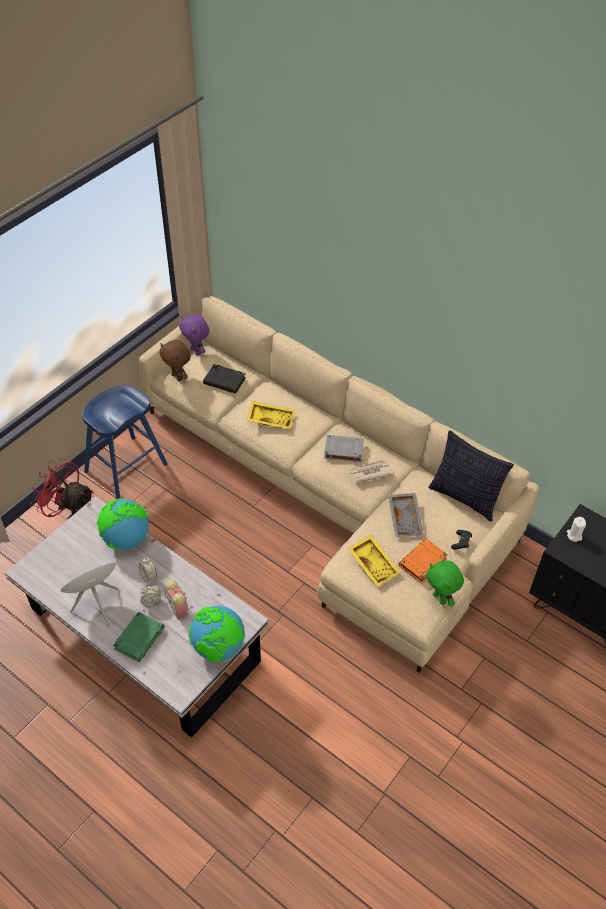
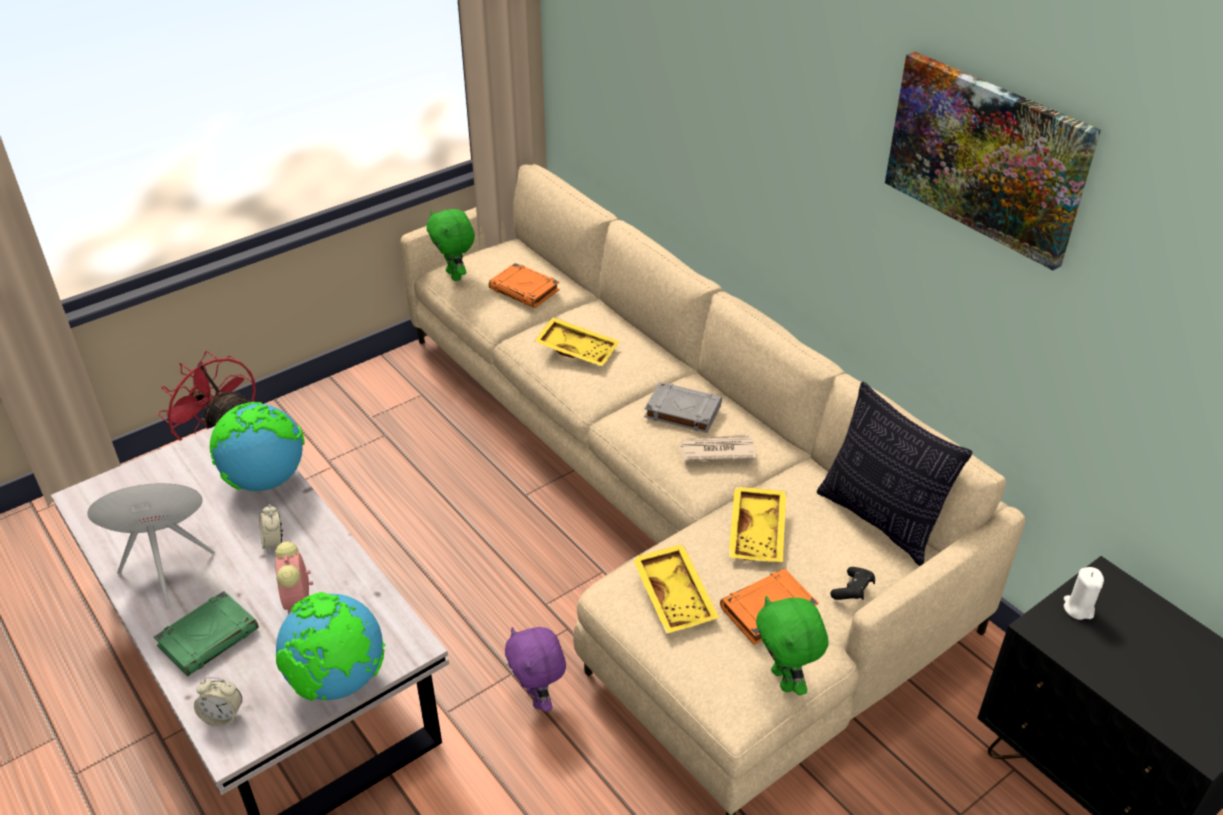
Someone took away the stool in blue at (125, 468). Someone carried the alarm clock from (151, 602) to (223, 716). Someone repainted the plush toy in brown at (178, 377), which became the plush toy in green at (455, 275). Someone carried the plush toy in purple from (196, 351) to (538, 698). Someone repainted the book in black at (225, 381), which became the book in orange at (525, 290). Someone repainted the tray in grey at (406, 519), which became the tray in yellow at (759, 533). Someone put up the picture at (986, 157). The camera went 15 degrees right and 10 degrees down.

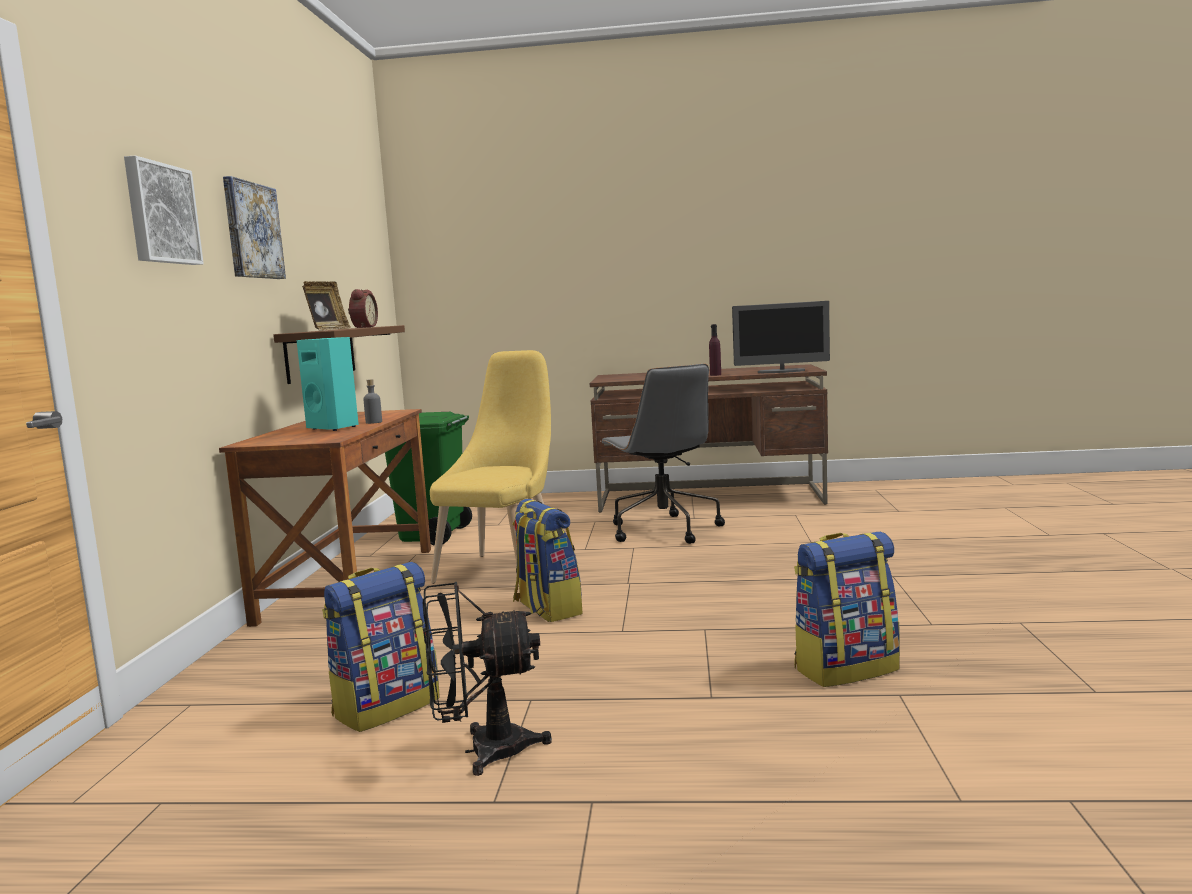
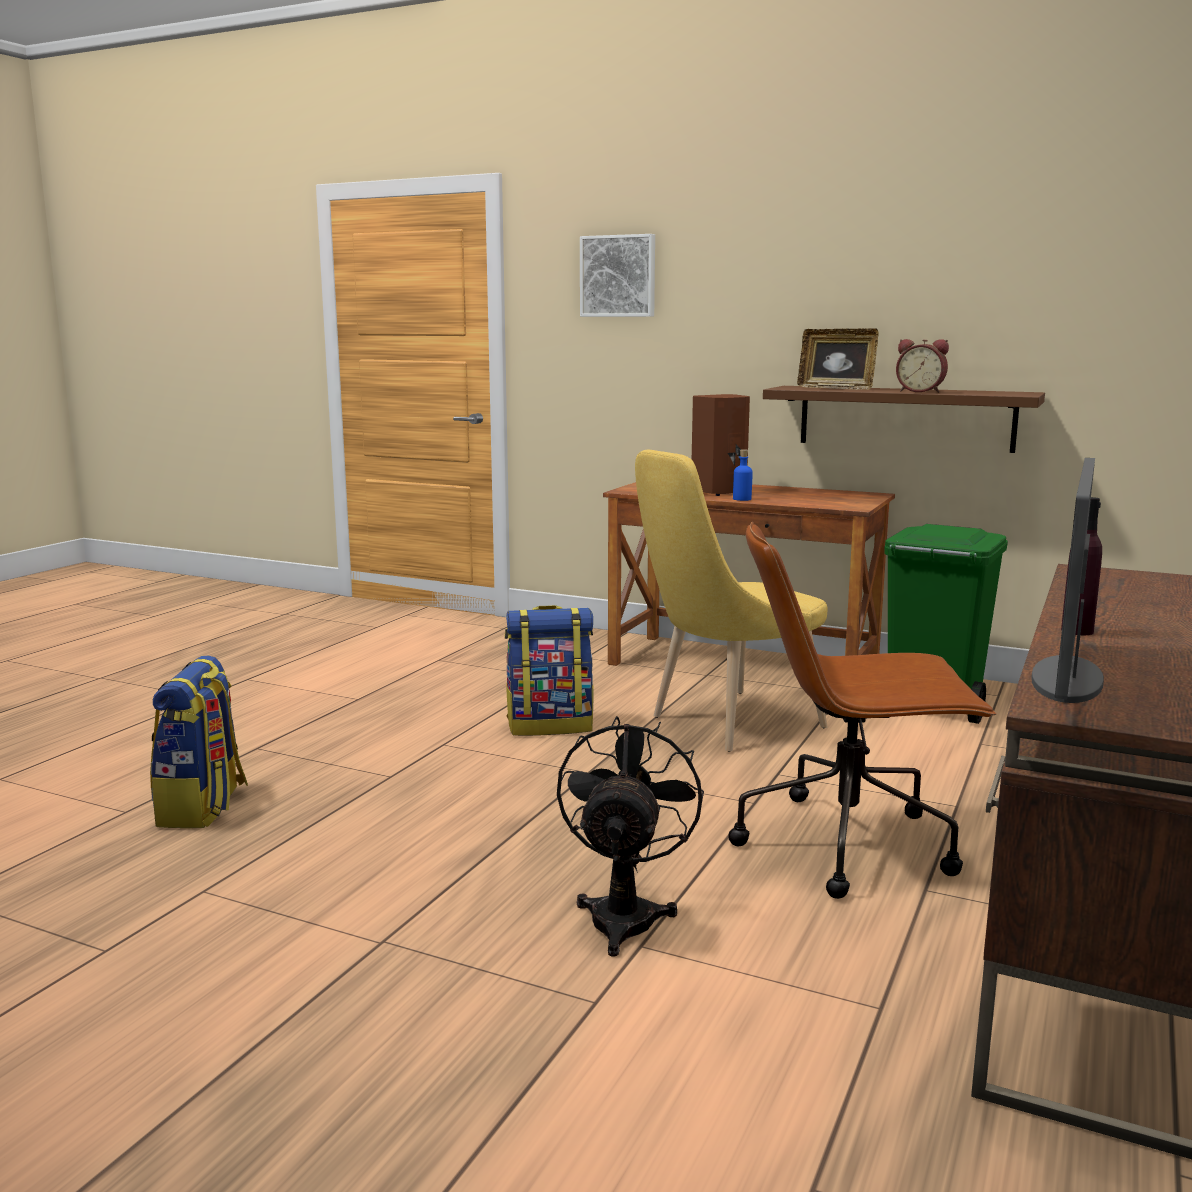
Someone took away the picture at (252, 231). Someone repainted the speaker in turquoise at (335, 428), which became the speaker in brown at (720, 492). Someone took away the backpack at (386, 707). Someone repainted the bottle in grey at (374, 422), which became the bottle in blue at (742, 499). Someone carried the fan in black from (483, 751) to (625, 914). Someone rotated the chair in yellow at (503, 568) by 105 degrees clockwise. Someone repainted the office chair in grey at (663, 530), which became the office chair in brown at (849, 843). The camera went 110 degrees right and 5 degrees up.

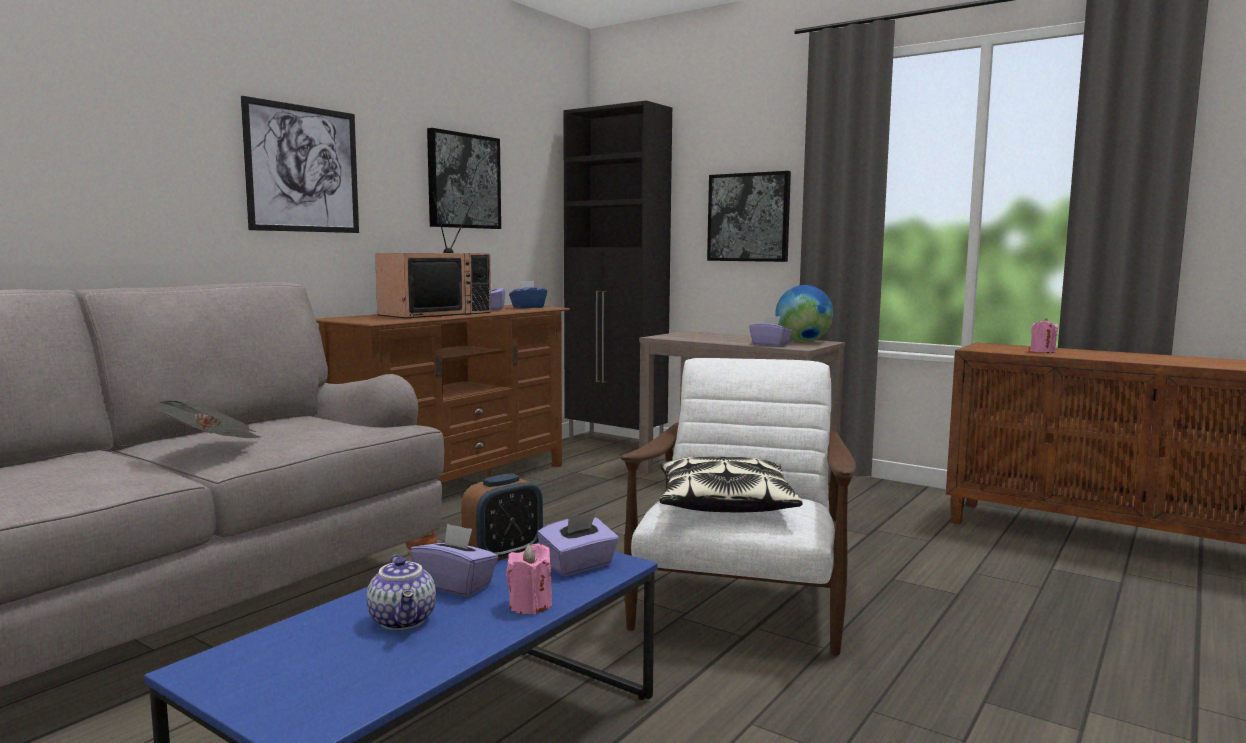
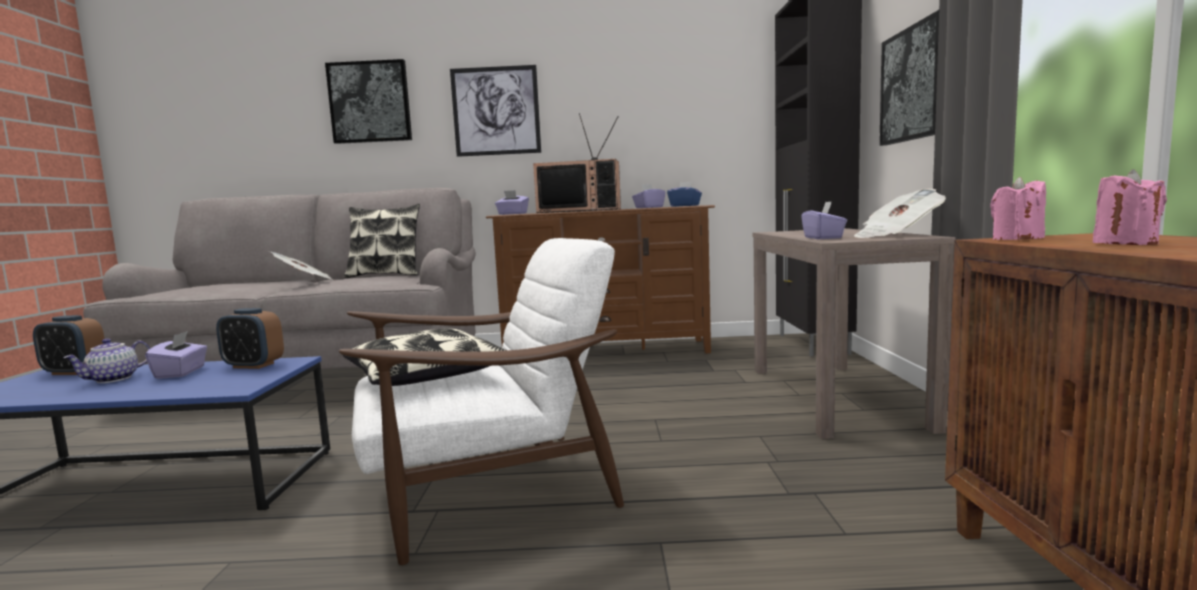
Someone carried the picture from (463, 181) to (370, 102). Someone carried the candle in pink from (530, 605) to (1017, 239). Someone carried the tissue box in purple from (578, 566) to (512, 214). Someone swapped the globe at (803, 341) for the newspaper at (896, 236). Someone put down the alarm clock at (74, 372). Someone put down the pillow at (385, 275). The camera went 55 degrees right and 0 degrees up.

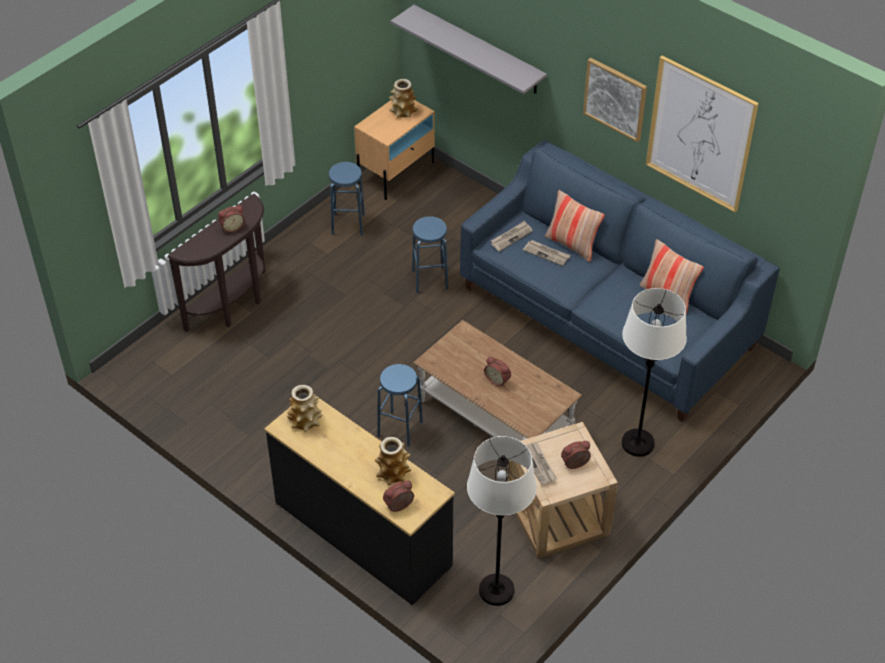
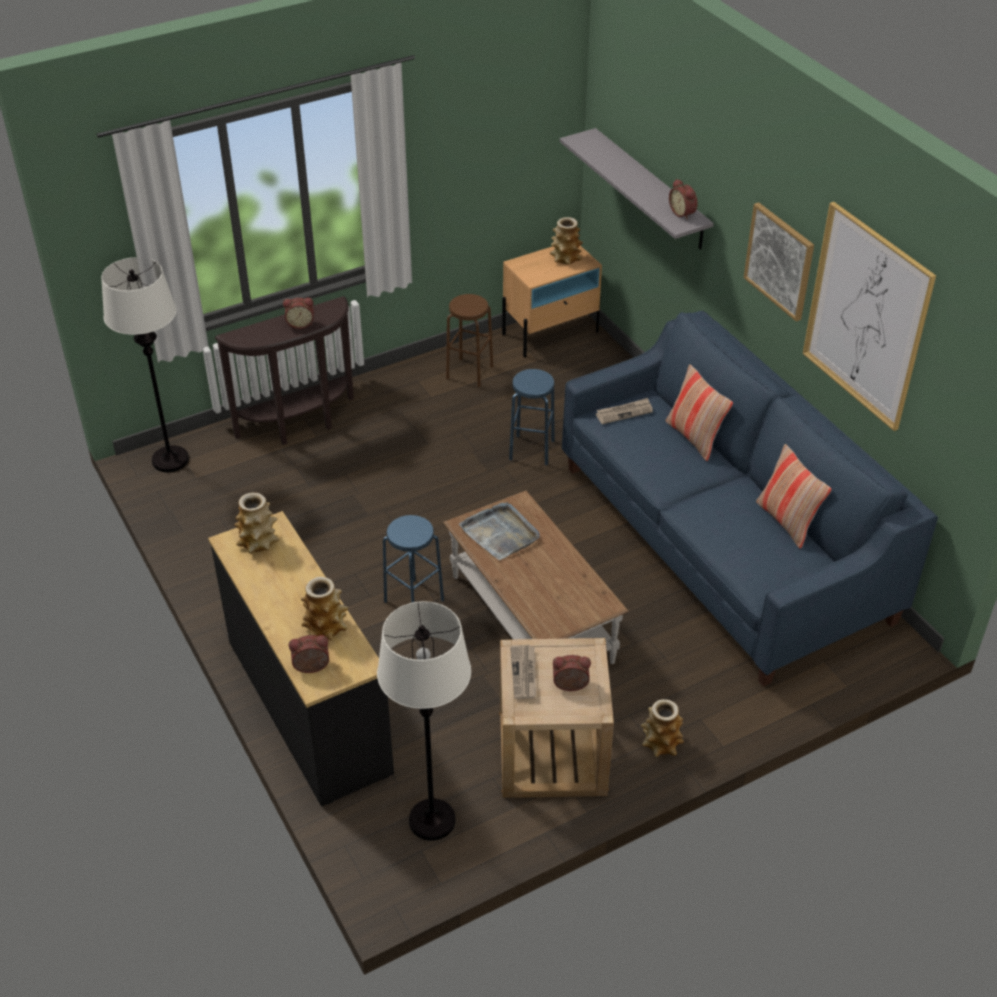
Someone repainted the stool in blue at (348, 224), which became the stool in brown at (469, 372). Someone carried the alarm clock from (498, 379) to (683, 213). Someone took away the newspaper at (546, 253). Someone carried the floor lamp in white from (638, 443) to (170, 460). Someone put down the tray in grey at (500, 533). Someone put down the vase at (661, 743). The camera went 20 degrees right and 5 degrees down.

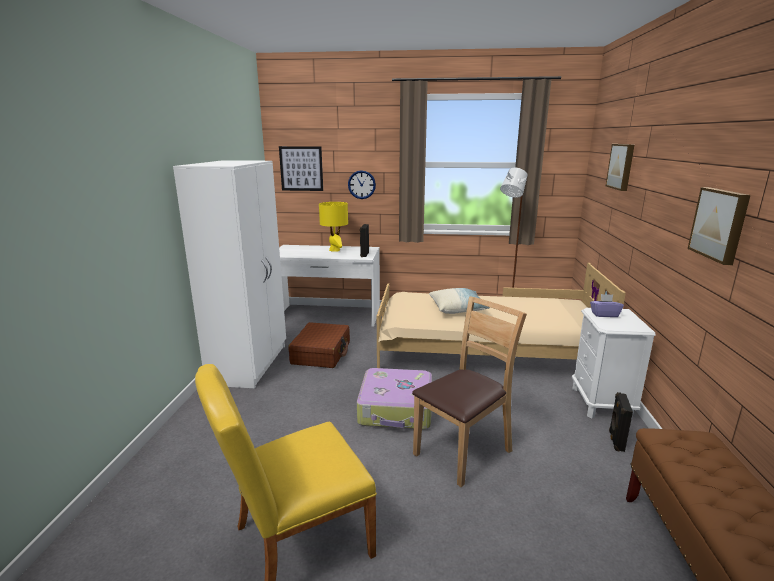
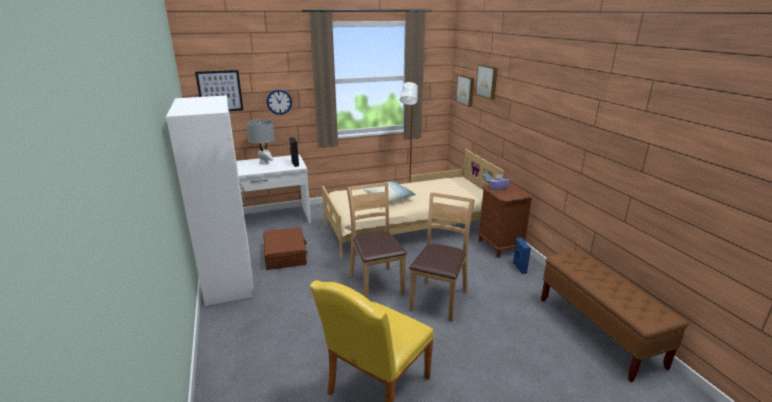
Someone repainted the table lamp in yellow at (335, 250), which became the table lamp in grey at (264, 163). Someone swapped the suitcase at (396, 409) for the chair in brown at (376, 283). Someone repainted the nightstand in white at (601, 403), which became the nightstand in brown at (499, 246). Someone repainted the speaker in black at (615, 441), which became the speaker in blue at (519, 268). Someone carried the picture from (720, 224) to (466, 90). The camera went 25 degrees left and 5 degrees up.

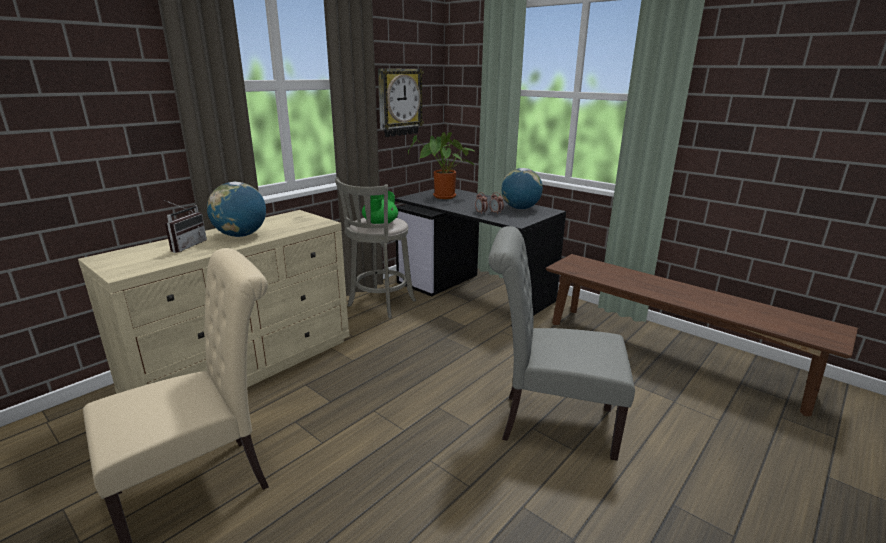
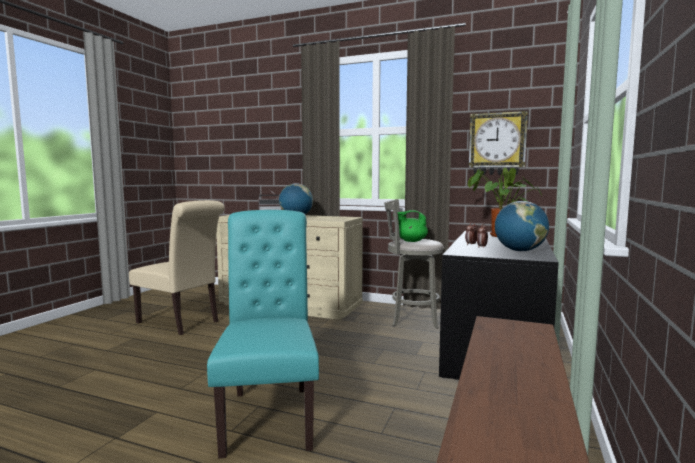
Someone repainted the chair in grey at (549, 423), which became the chair in turquoise at (269, 414). The camera went 70 degrees right and 15 degrees down.

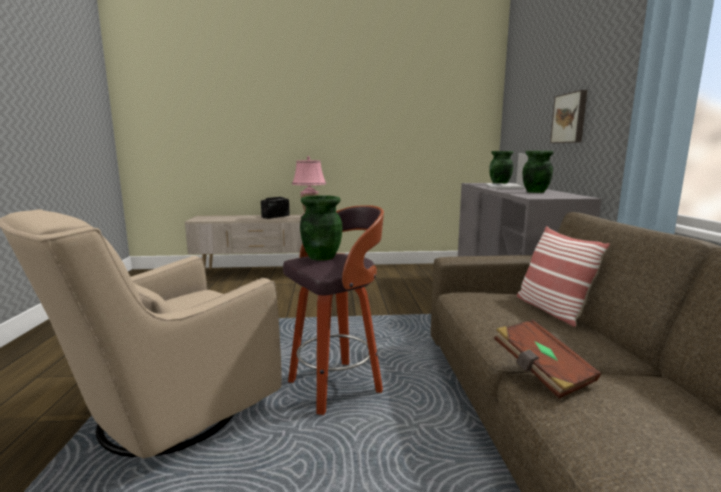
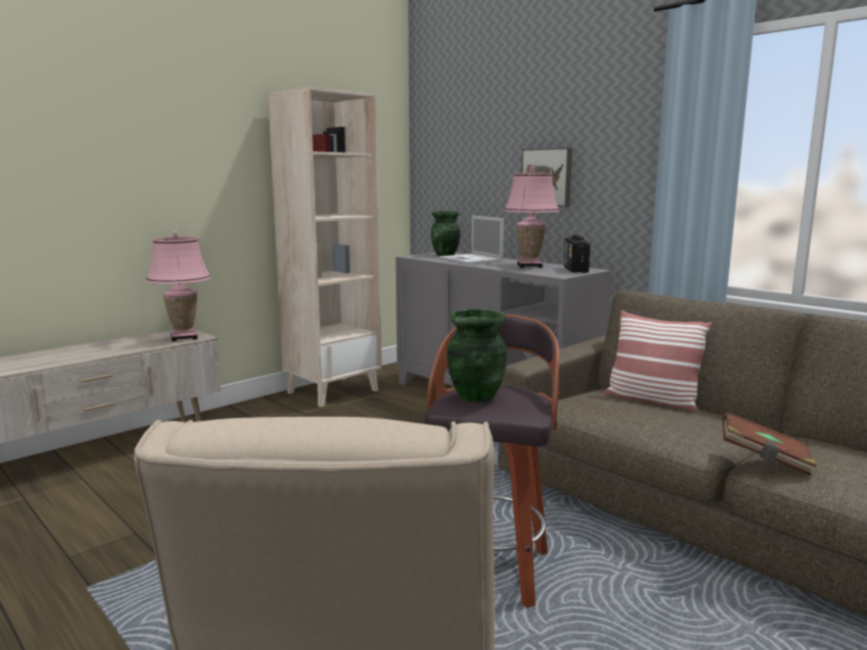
Someone carried the radio from (275, 217) to (575, 269). Someone swapped the vase in green at (535, 192) for the table lamp in pink at (529, 266). Someone put down the bookcase in beige at (333, 391). The camera went 40 degrees left and 0 degrees up.

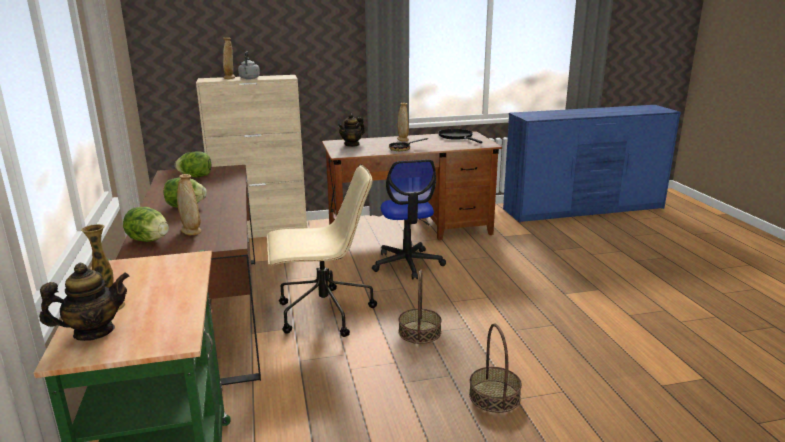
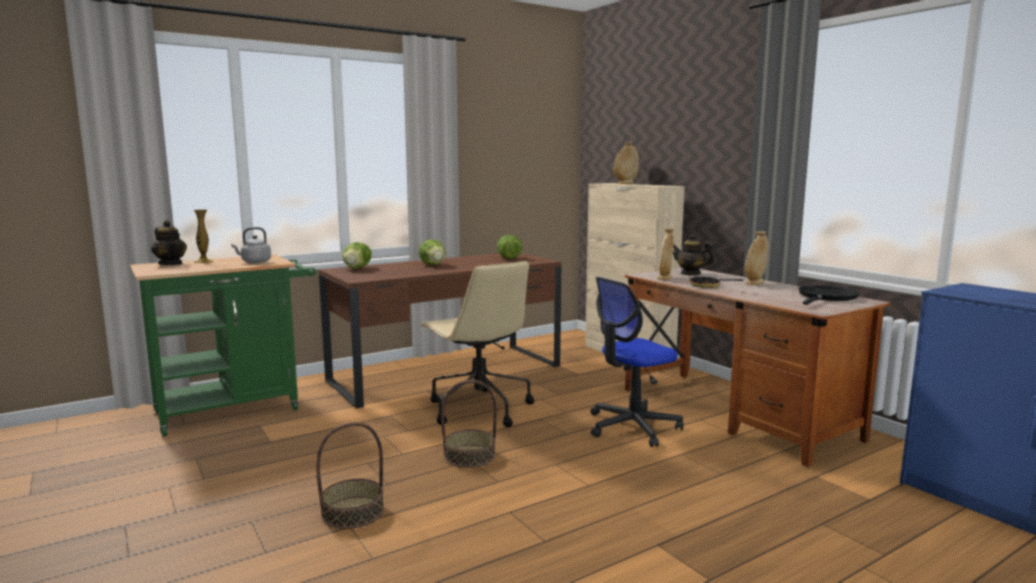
Someone carried the vase in beige from (191, 231) to (664, 278). Someone carried the kettle in grey from (249, 78) to (254, 262). The camera went 70 degrees right and 10 degrees down.

